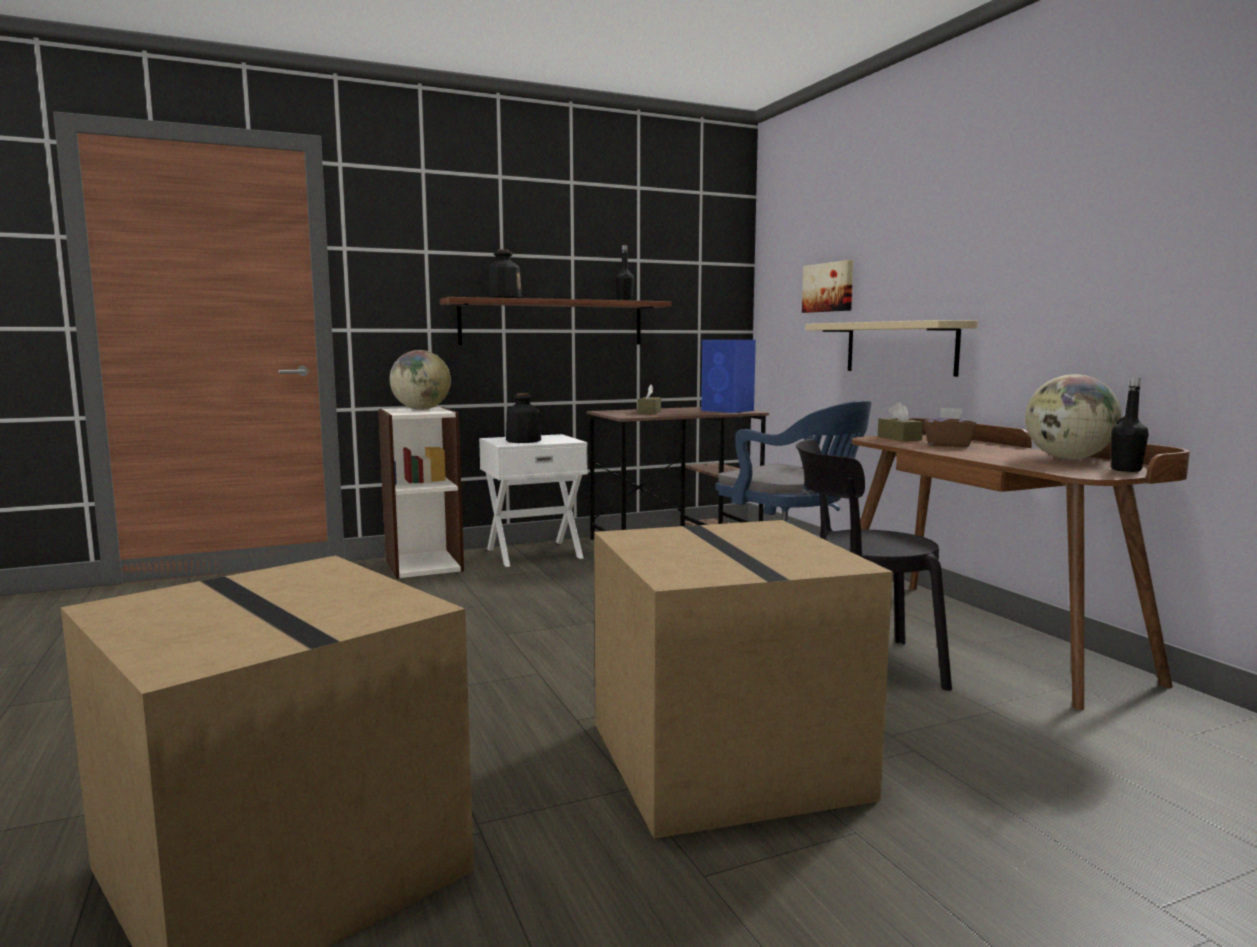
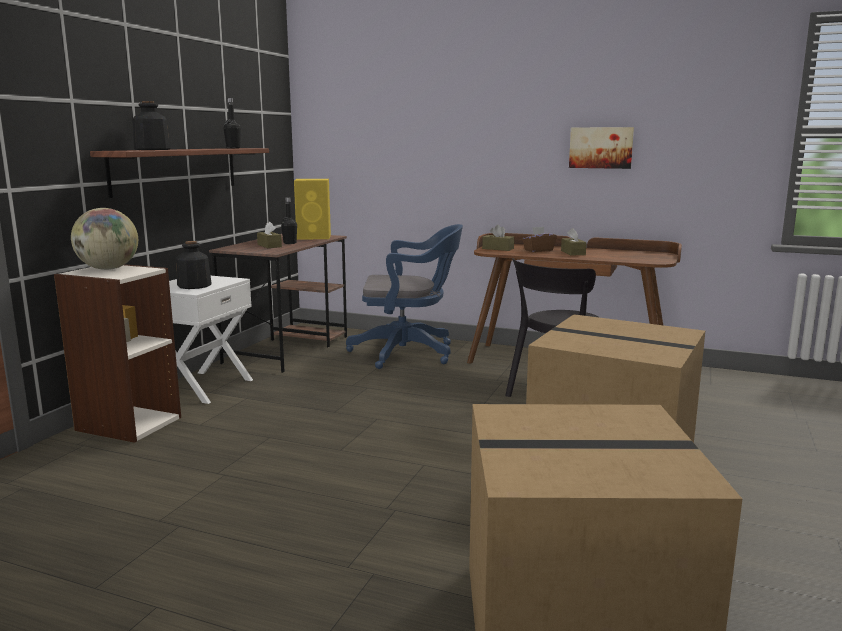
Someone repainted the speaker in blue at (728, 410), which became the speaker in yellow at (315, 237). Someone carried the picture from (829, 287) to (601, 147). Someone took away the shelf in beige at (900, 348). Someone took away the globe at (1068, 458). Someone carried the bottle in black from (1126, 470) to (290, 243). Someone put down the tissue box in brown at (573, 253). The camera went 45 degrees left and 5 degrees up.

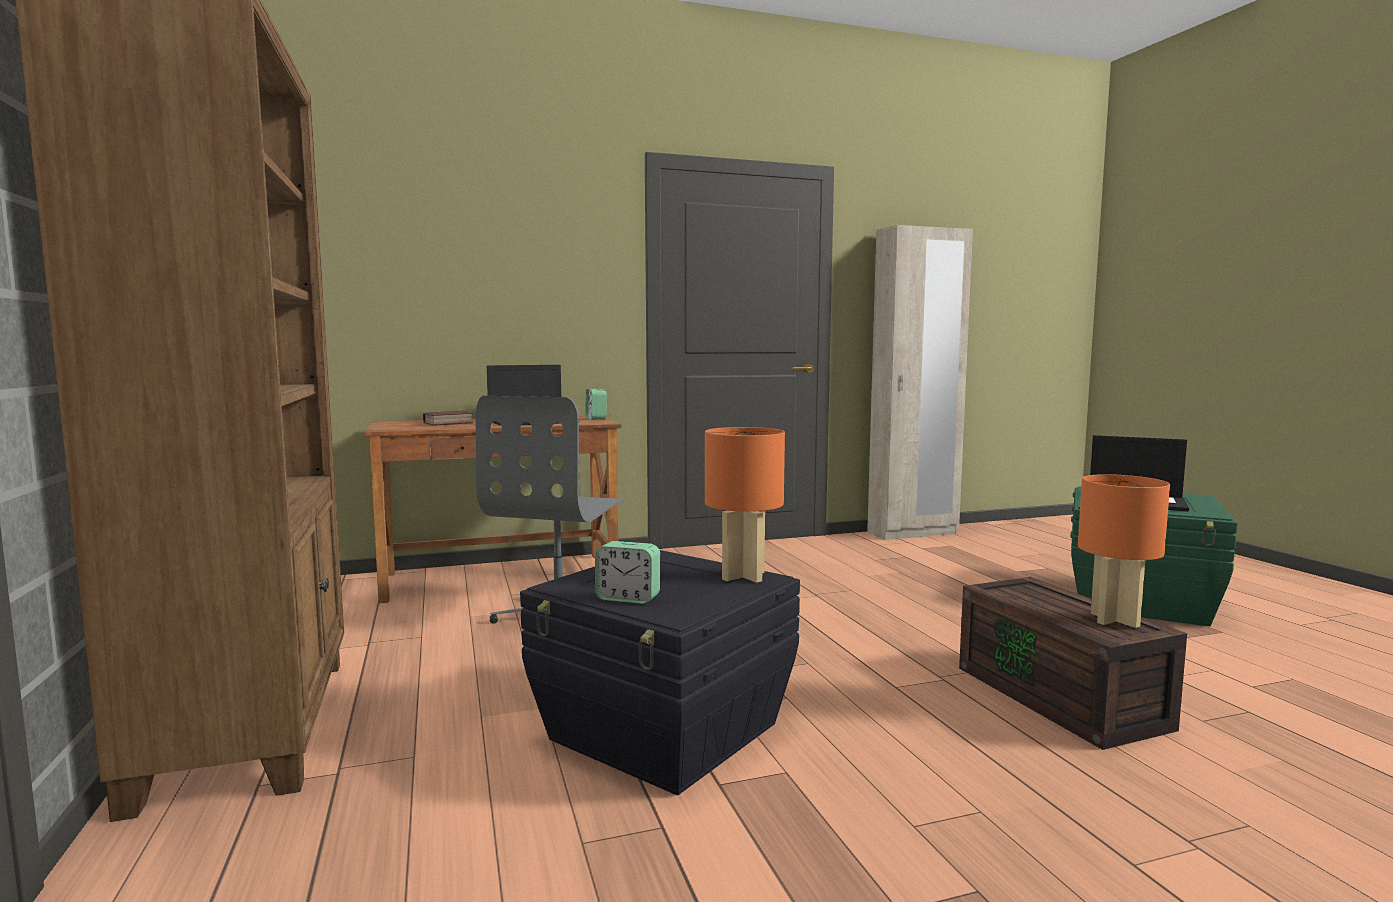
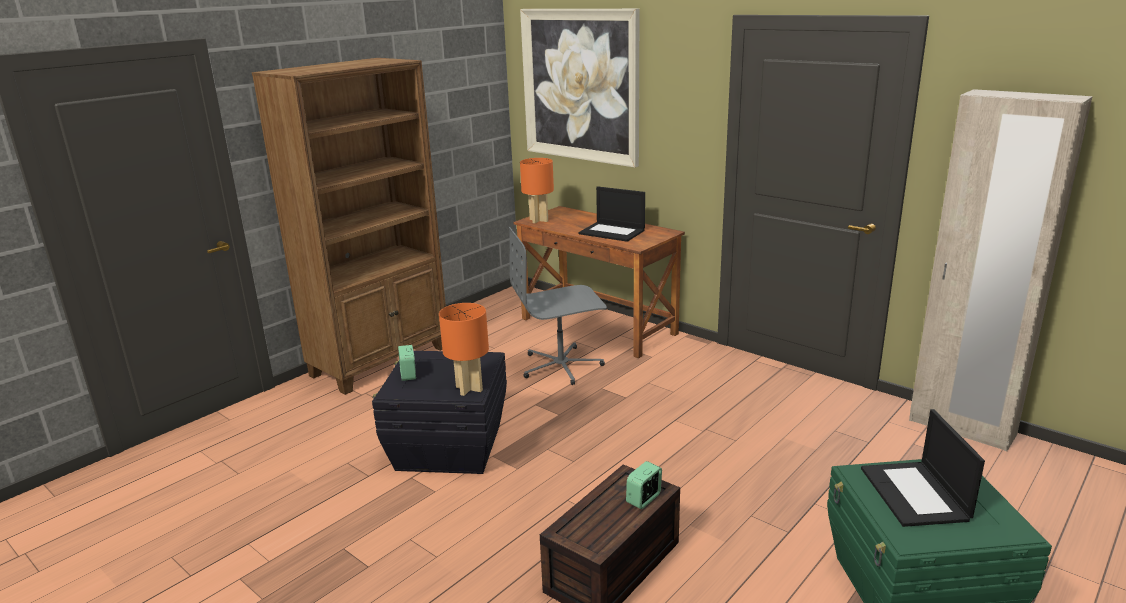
Someone took away the book at (448, 423). Someone carried the alarm clock from (596, 418) to (644, 499). Someone carried the table lamp in orange from (1113, 619) to (539, 220). Someone put up the picture at (580, 85). The camera went 60 degrees right and 15 degrees up.

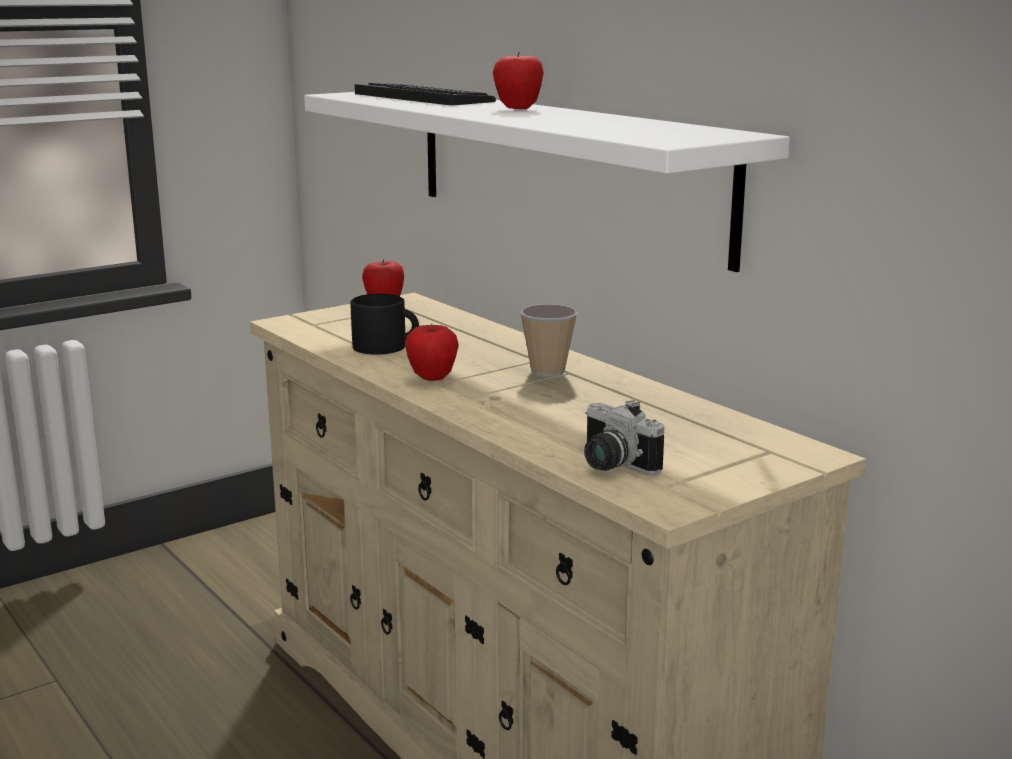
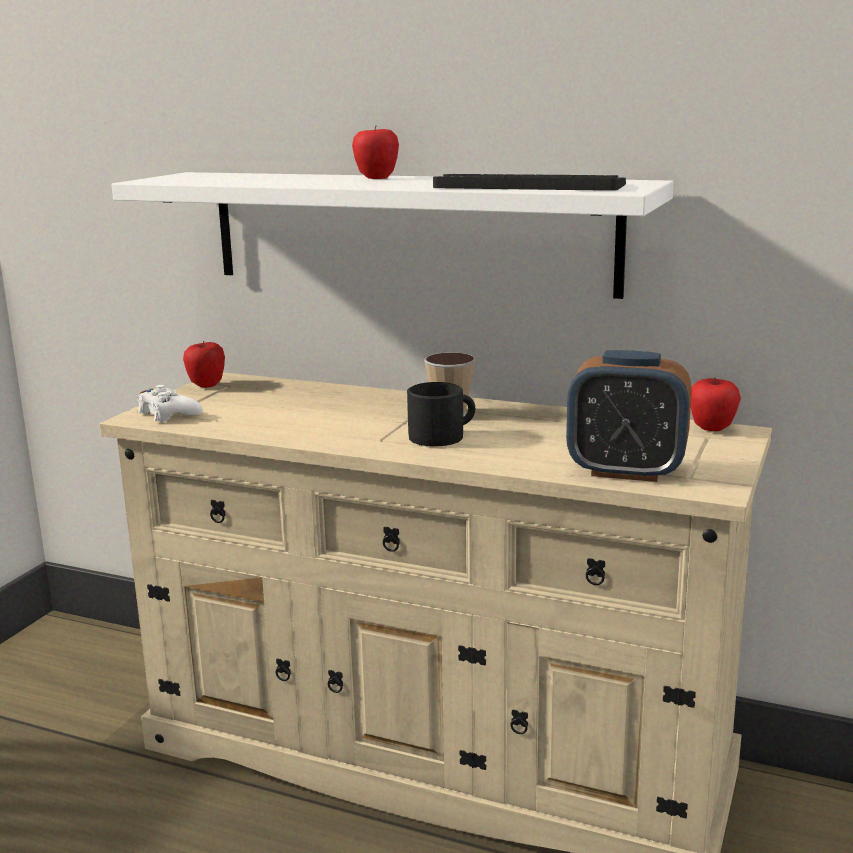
Someone carried the mug in black from (386, 347) to (443, 436). Someone carried the keyboard from (424, 97) to (529, 185). Someone carried the apple from (432, 378) to (712, 429). Someone swapped the photo camera at (611, 465) for the alarm clock at (626, 471). Someone put down the game controller in white at (168, 414). The camera went 30 degrees left and 0 degrees up.

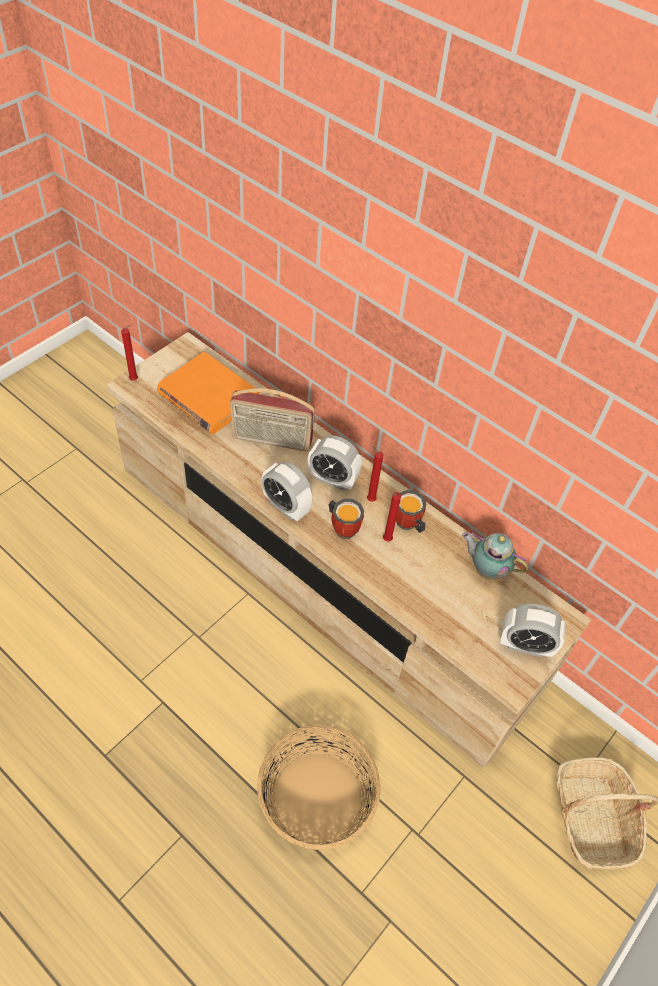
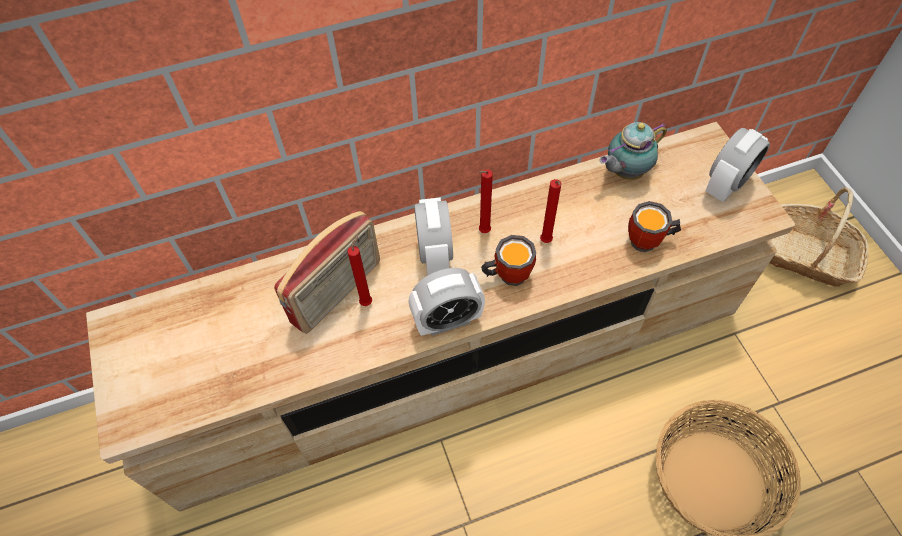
Someone carried the candle in red from (135, 380) to (367, 301). Someone took away the book in orange at (207, 397). Someone rotated the alarm clock at (332, 479) by 60 degrees counterclockwise. Someone carried the mug from (407, 525) to (648, 243). The camera went 55 degrees left and 5 degrees up.

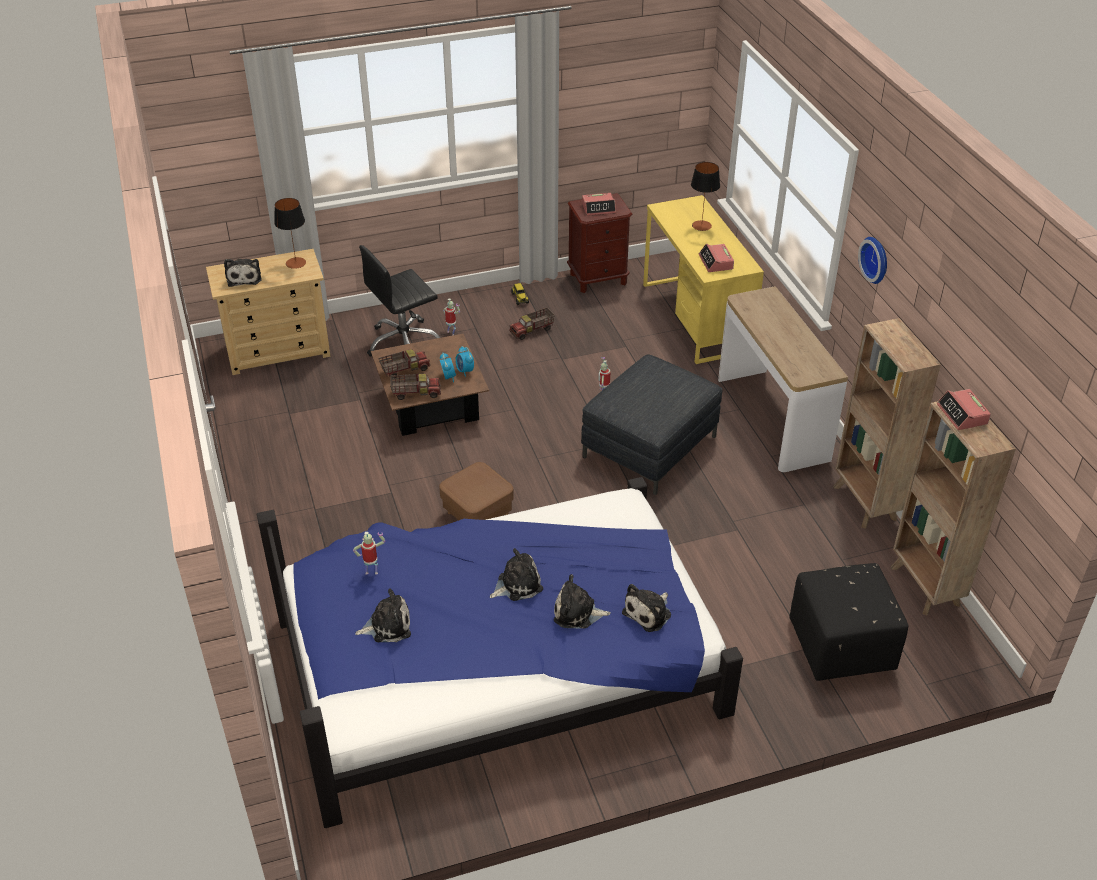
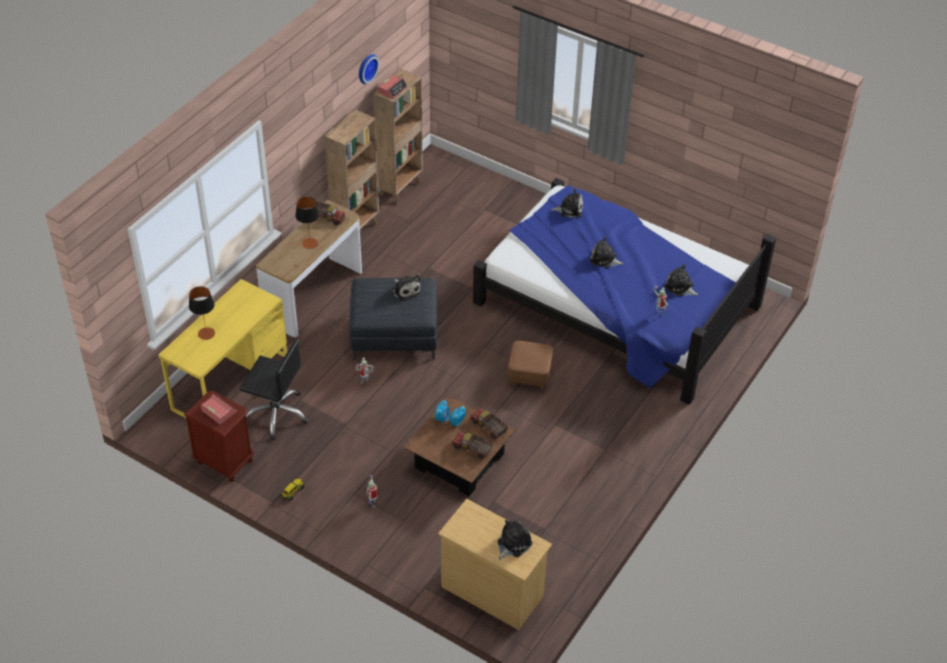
Someone carried the table lamp from (296, 263) to (309, 243). Someone carried the office chair in black from (404, 343) to (276, 413). Someone carried the toy truck from (532, 331) to (326, 218). Someone carried the plush toy from (577, 613) to (405, 290). Someone took away the alarm clock at (716, 262). Someone took away the ottoman in black at (842, 646). Someone carried the wall clock from (876, 259) to (366, 68). The camera went 130 degrees left and 5 degrees up.

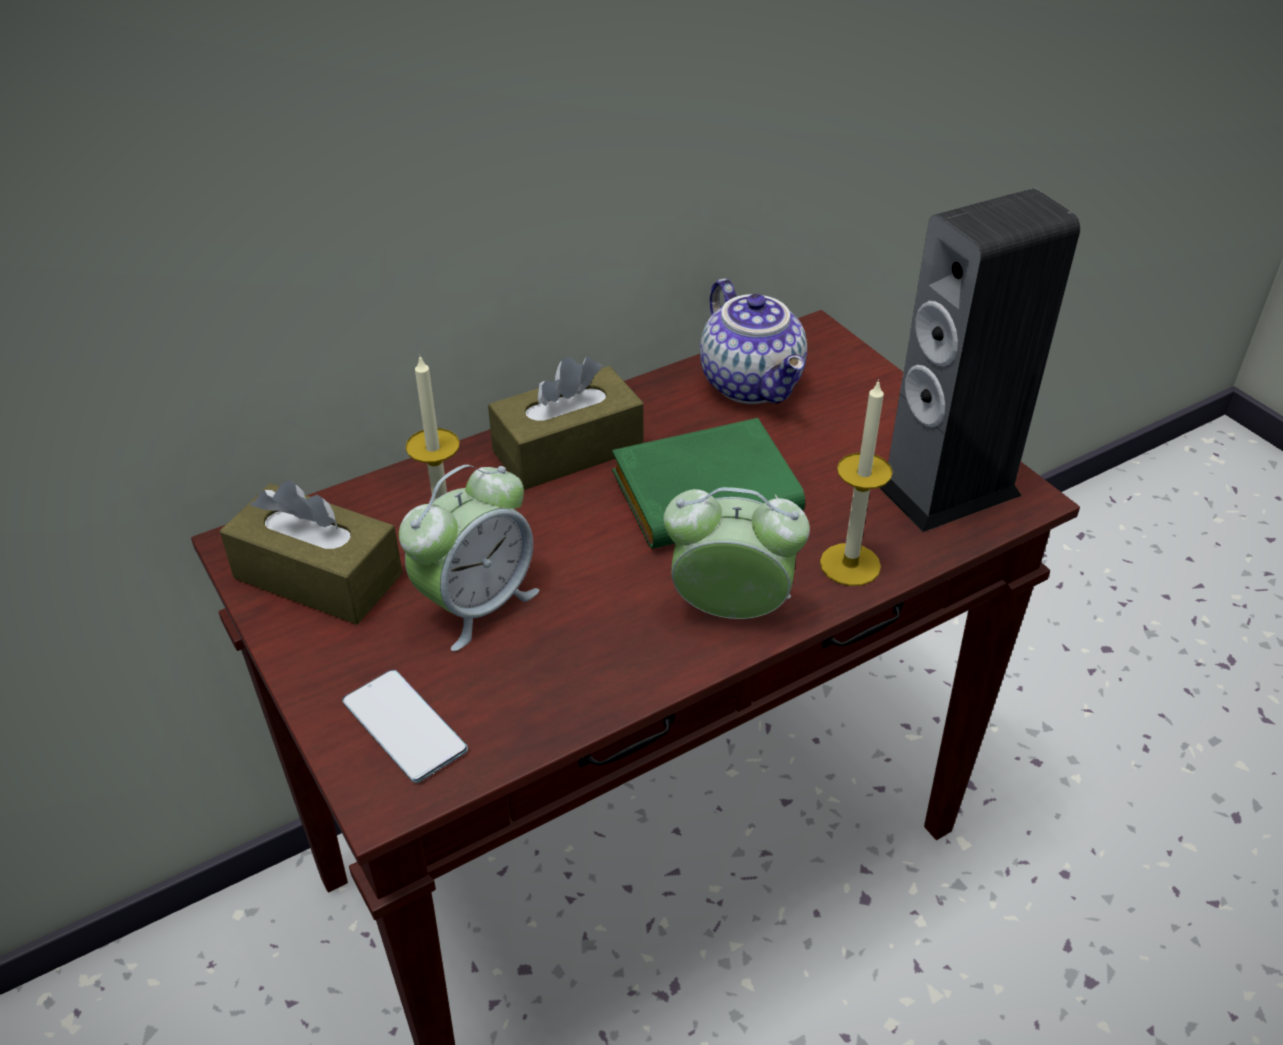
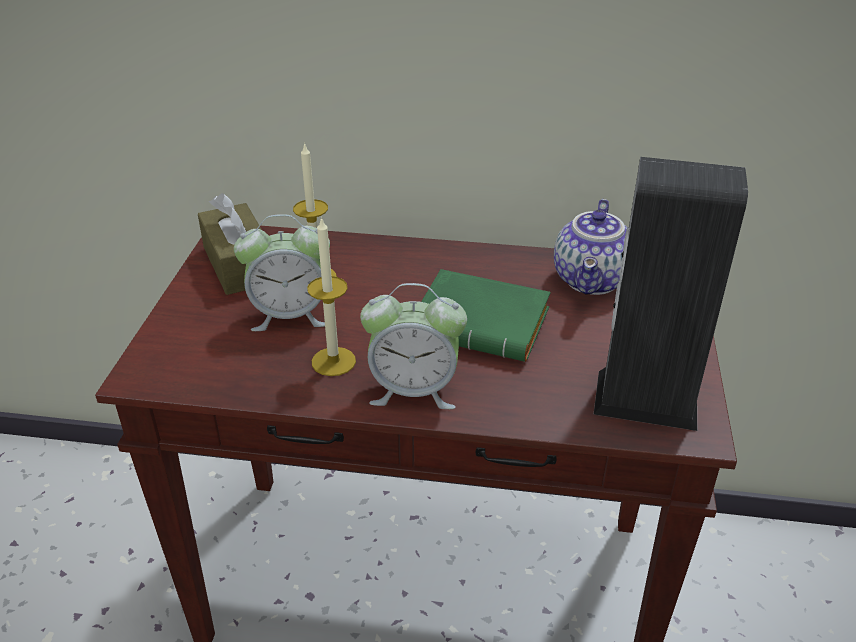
Someone took away the phone at (404, 726). Someone took away the tissue box in brown at (568, 450). Someone rotated the alarm clock at (730, 610) by 135 degrees clockwise. Someone carried the candle from (850, 564) to (333, 361). The camera went 40 degrees right and 5 degrees down.

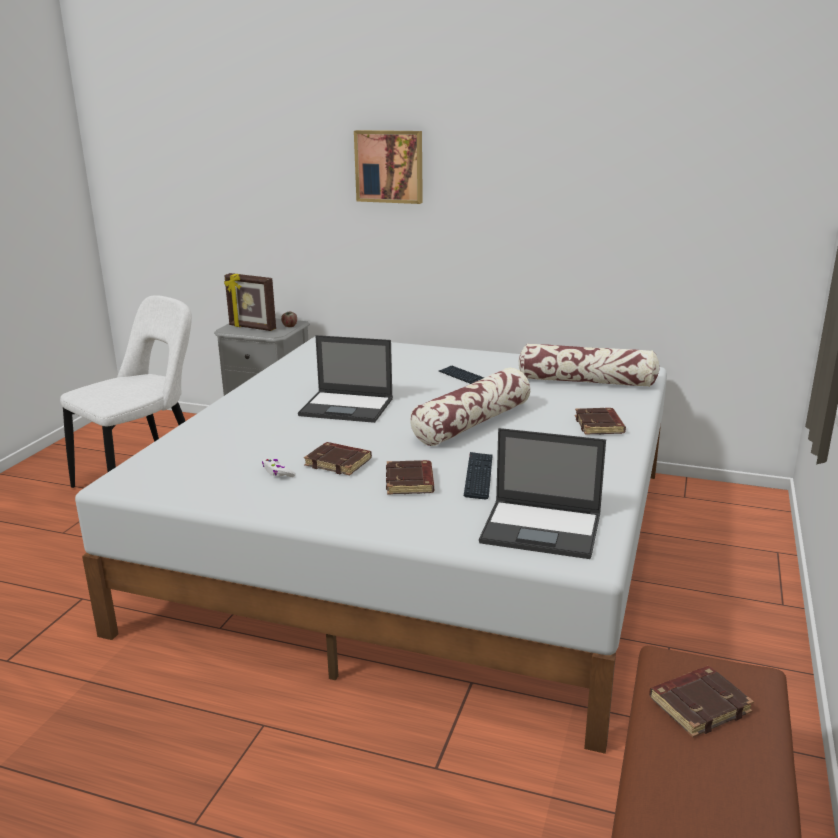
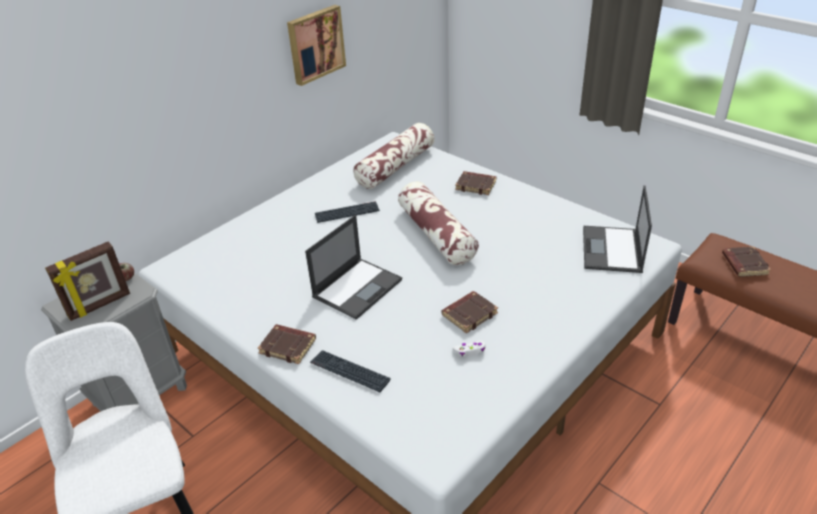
Someone carried the picture from (389, 166) to (315, 44). Someone carried the book in brown from (410, 482) to (288, 346). Someone carried the keyboard from (478, 476) to (350, 372). Someone rotated the laptop at (542, 529) by 150 degrees clockwise. The camera went 65 degrees left and 15 degrees up.

